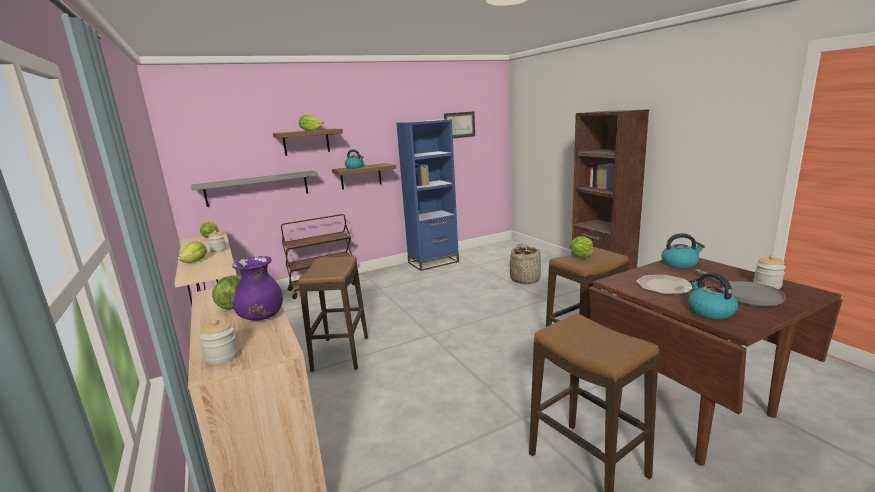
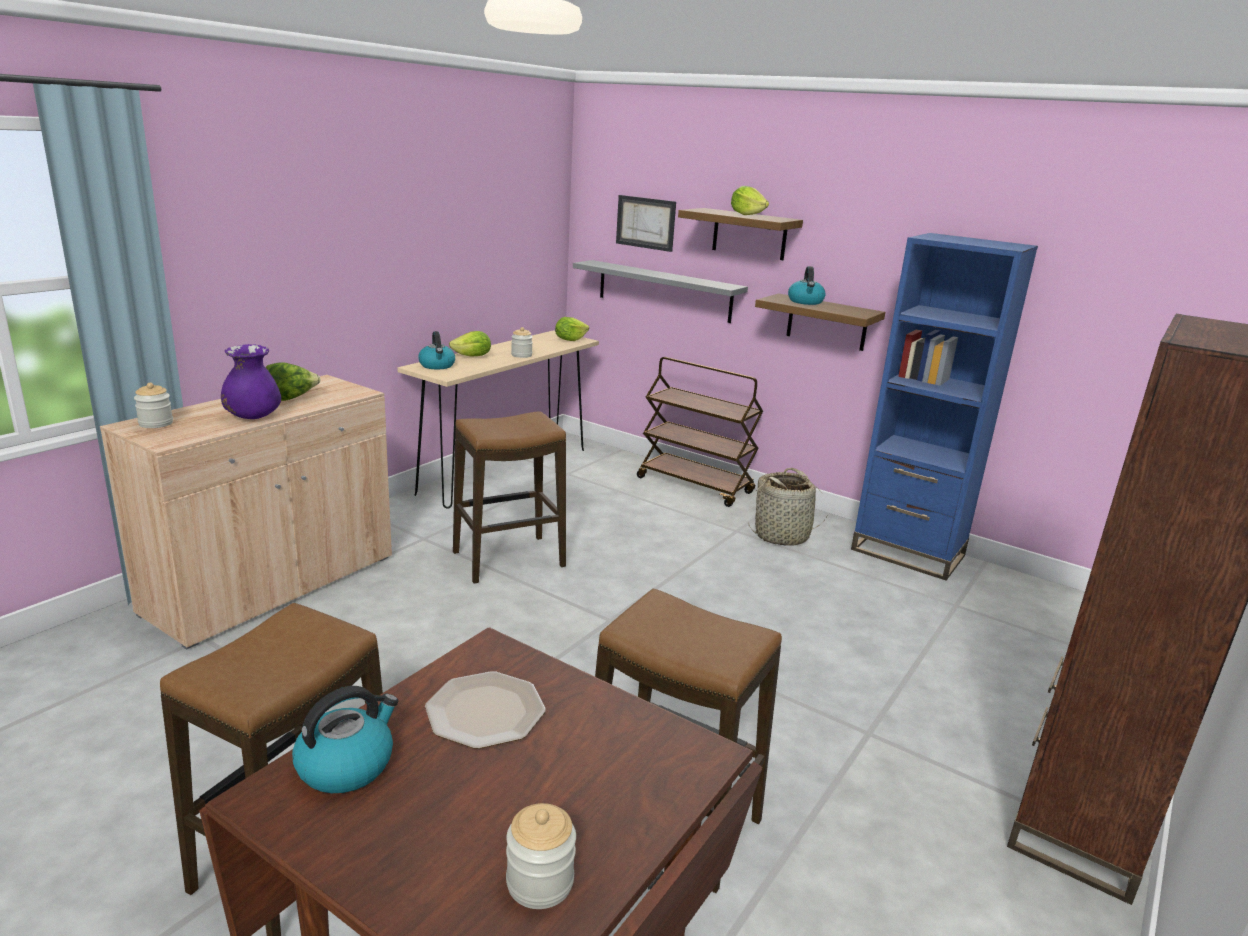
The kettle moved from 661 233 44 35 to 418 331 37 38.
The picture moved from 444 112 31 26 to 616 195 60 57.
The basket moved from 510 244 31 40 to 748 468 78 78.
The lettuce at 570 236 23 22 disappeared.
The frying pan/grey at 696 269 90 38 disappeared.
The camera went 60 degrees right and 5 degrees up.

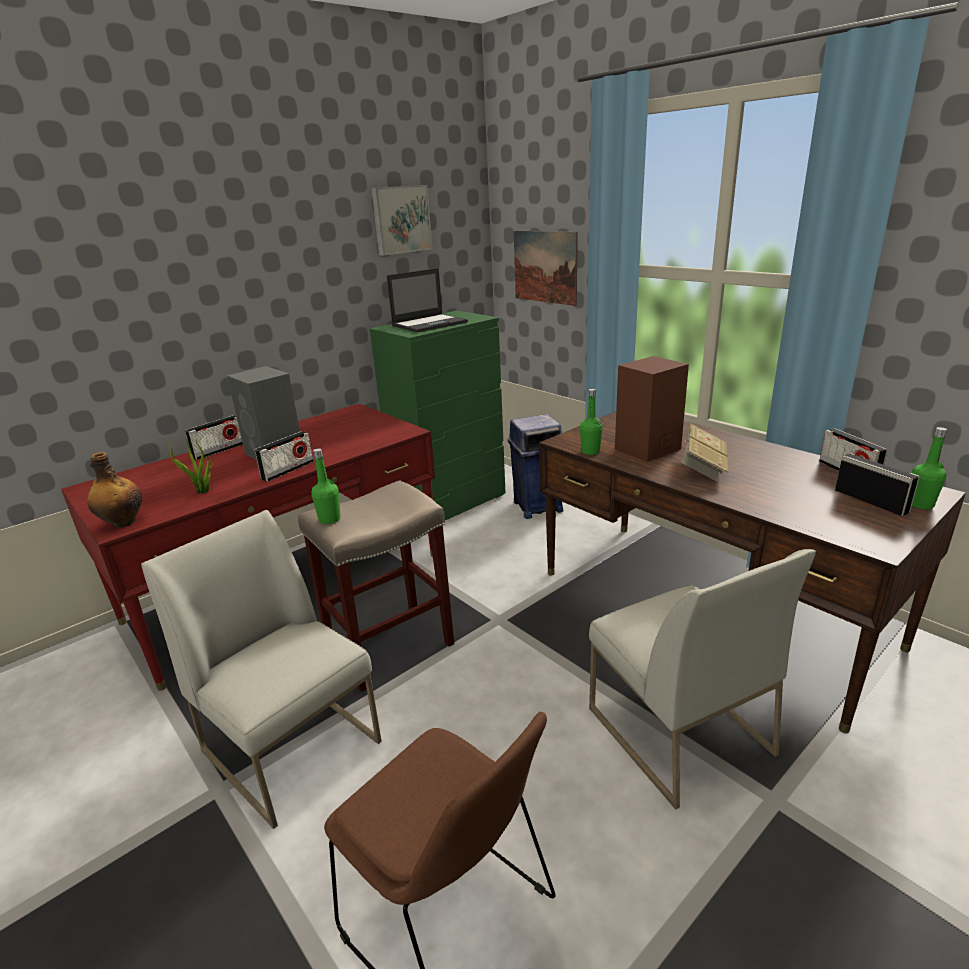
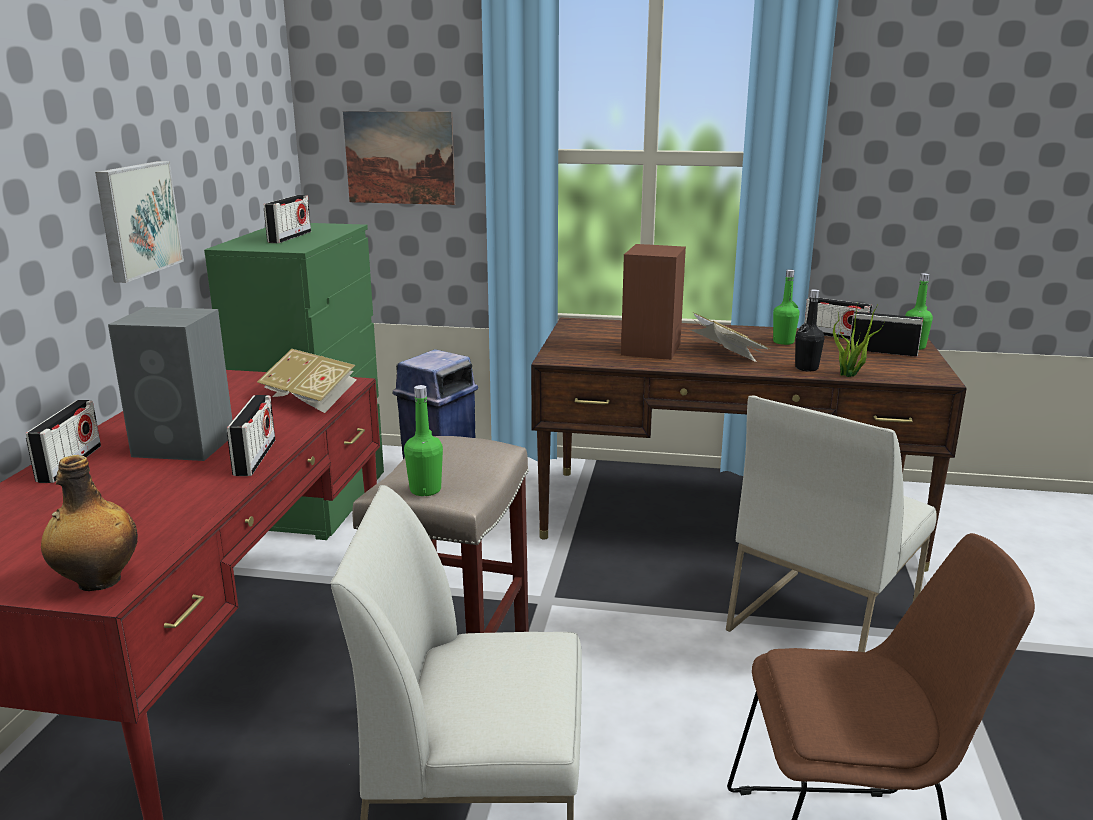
The picture moved from 371 185 61 71 to 95 161 89 122.
The book at 257 349 99 64 appeared.
The laptop at 387 268 81 65 was replaced by the radio at 264 195 47 48.
The chair/white at 589 549 227 261 turned 105 degrees clockwise.
The bottle/green moved from 580 389 23 66 to 773 269 27 76.
The bottle/black at 795 289 29 82 appeared.
The potted plant moved from 165 433 50 61 to 833 306 52 71.
The camera went 40 degrees left and 5 degrees down.

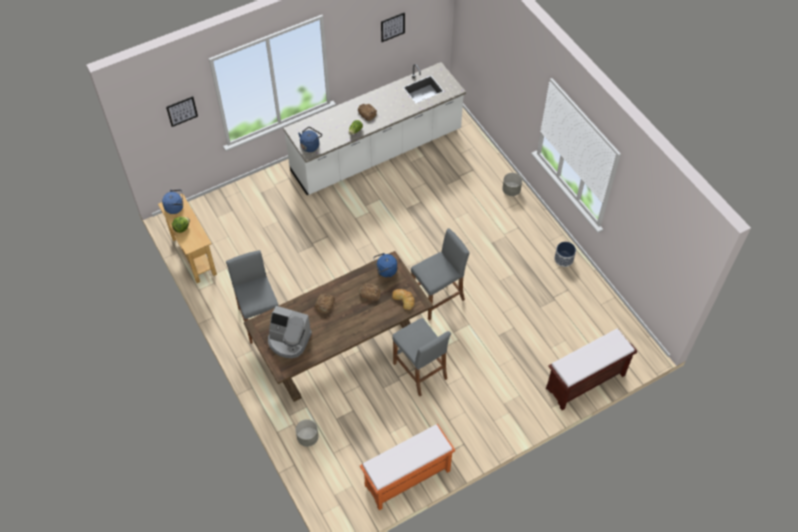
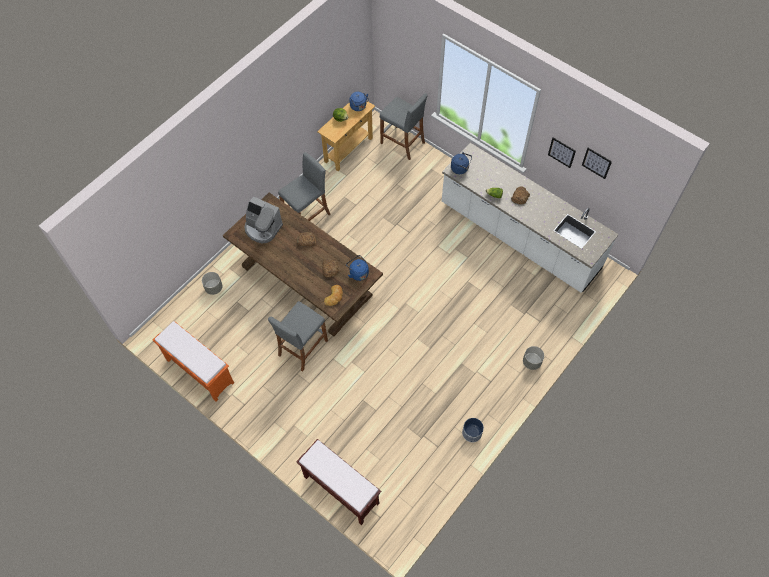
The coffee machine at 268 306 44 52 turned 60 degrees counterclockwise.
The stool/grey moved from 411 228 59 92 to 380 93 48 67.
The picture moved from 166 96 32 31 to 548 138 28 30.
The camera went 70 degrees right and 5 degrees up.

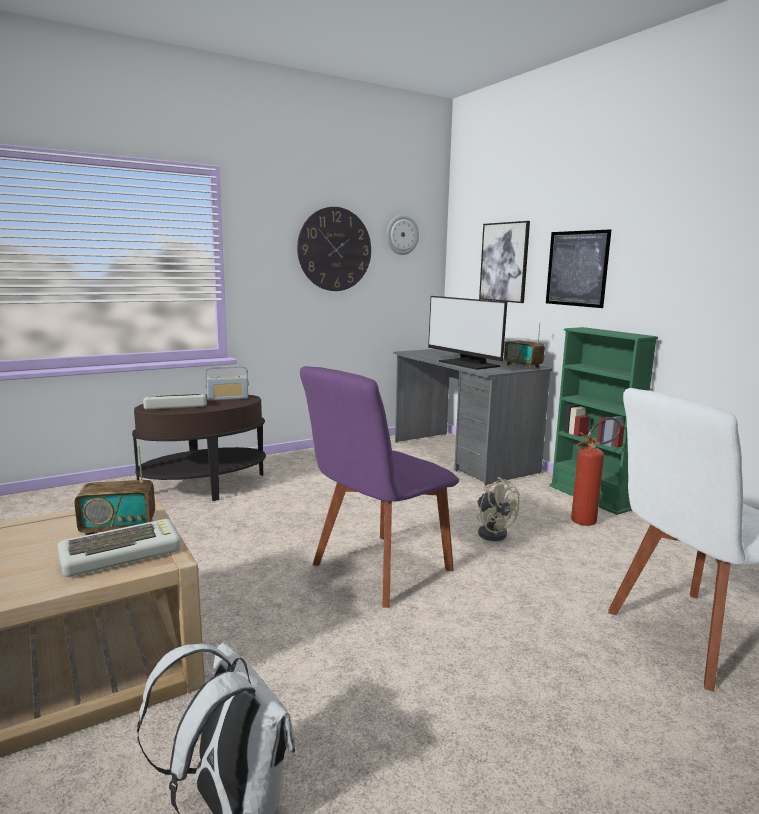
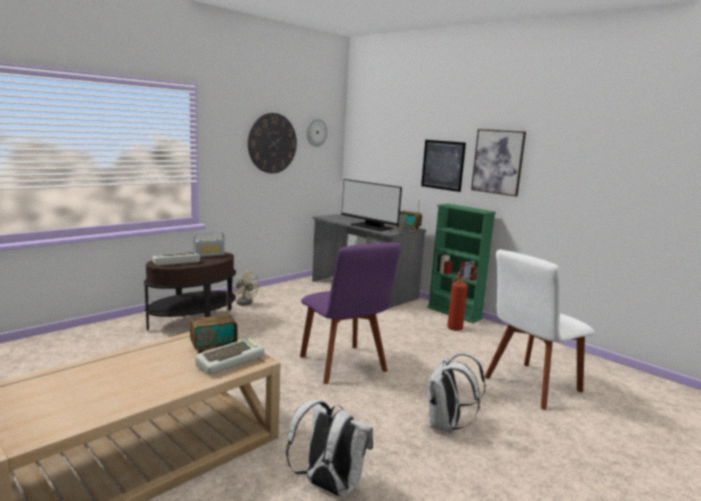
The fan/beige moved from 477 477 43 64 to 234 270 25 35.
The chair/purple at 300 366 159 242 turned 60 degrees counterclockwise.
The backpack/white at 427 353 59 80 appeared.
The picture moved from 479 221 51 82 to 471 129 55 68.
The camera went 15 degrees left and 0 degrees up.

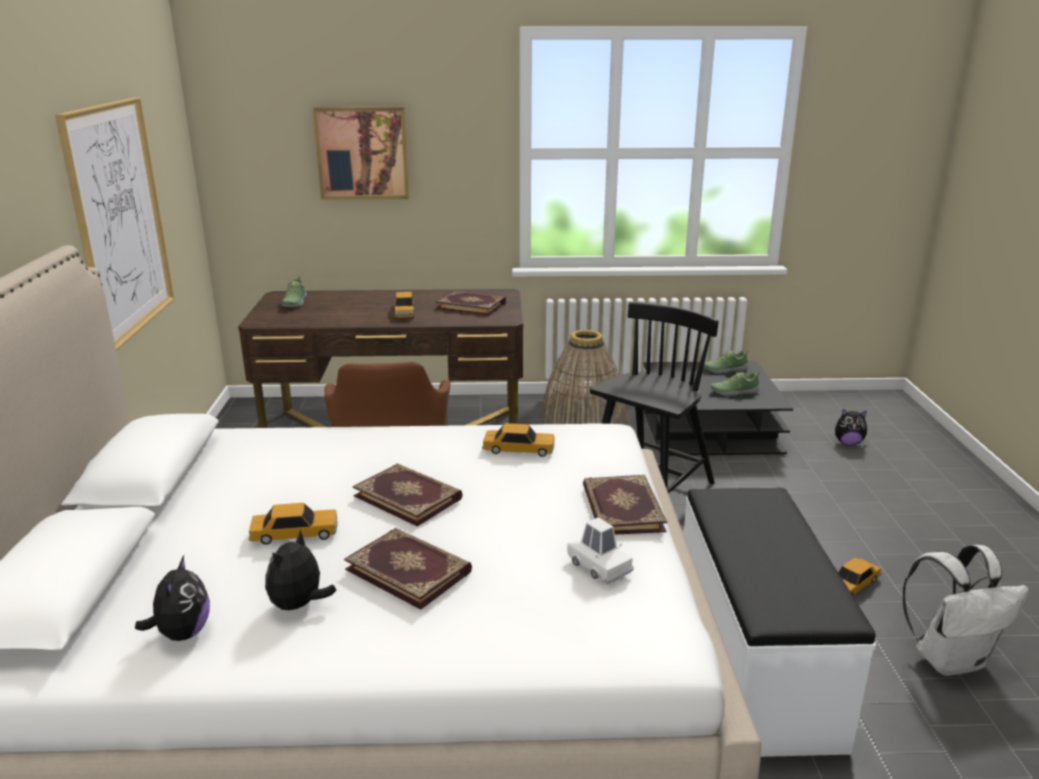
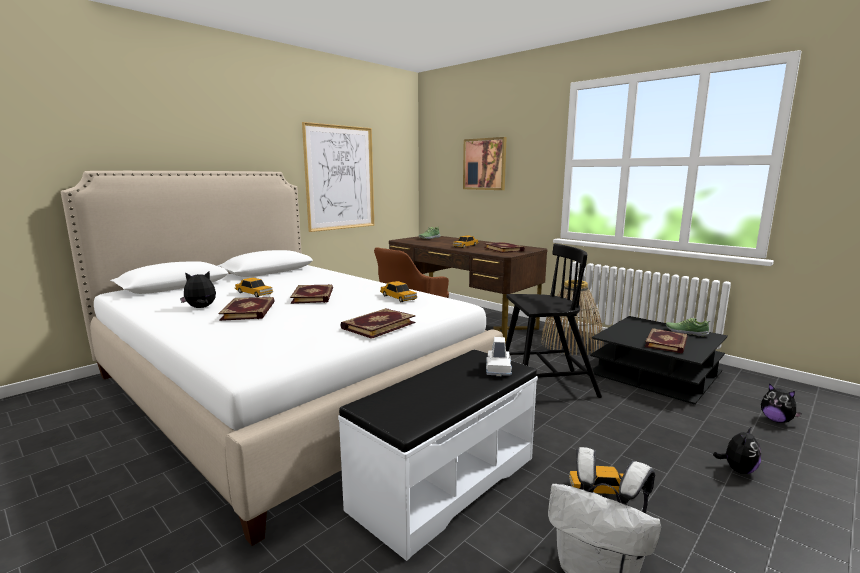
The toy car/white moved from 567 517 67 68 to 486 337 26 39.
The shoe at 710 372 50 24 was replaced by the book at 645 328 43 25.
The plush toy moved from 135 555 75 86 to 713 426 48 48.
The camera went 45 degrees right and 10 degrees down.

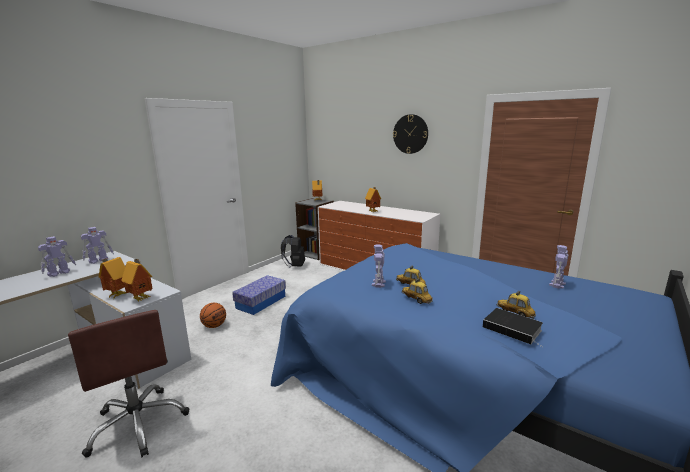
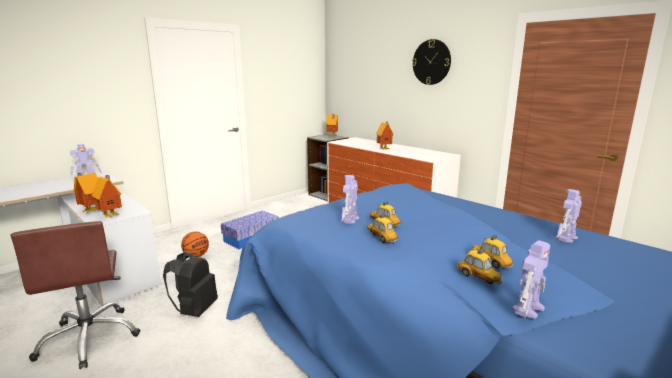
The backpack/black moved from 281 235 24 32 to 163 252 55 65.
The book at 483 308 60 39 was replaced by the toy car at 457 248 45 36.
The toy robot moved from 38 236 38 41 to 512 240 38 79.
The camera went 10 degrees right and 0 degrees up.

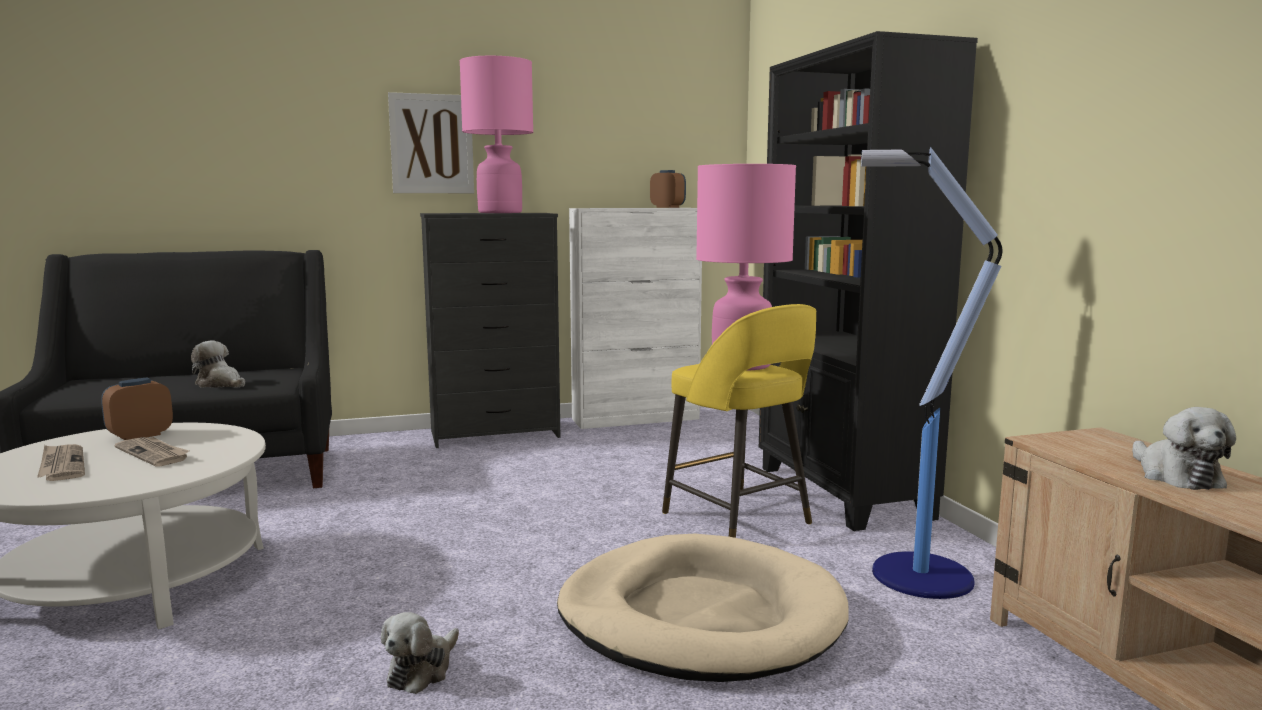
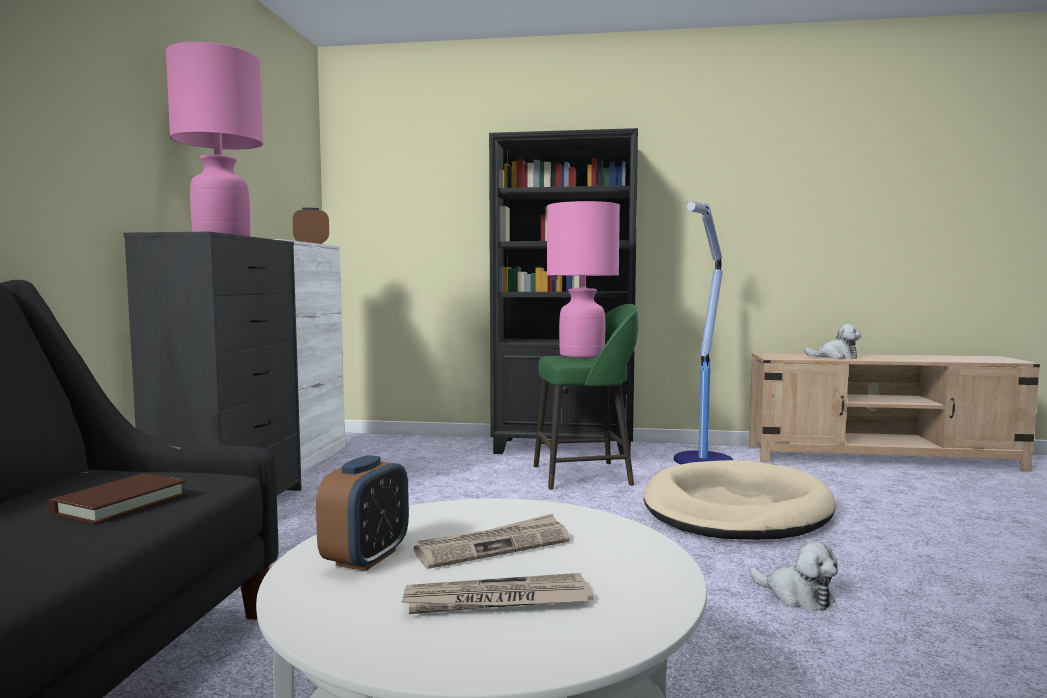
The plush toy at 191 340 54 48 was replaced by the book/brown at 49 473 138 52.
The alarm clock at 101 378 72 62 turned 135 degrees counterclockwise.
The stool/yellow at 662 304 154 234 became the stool/green at 534 304 104 186.
The picture at 388 92 86 101 disappeared.
The camera went 65 degrees left and 5 degrees down.

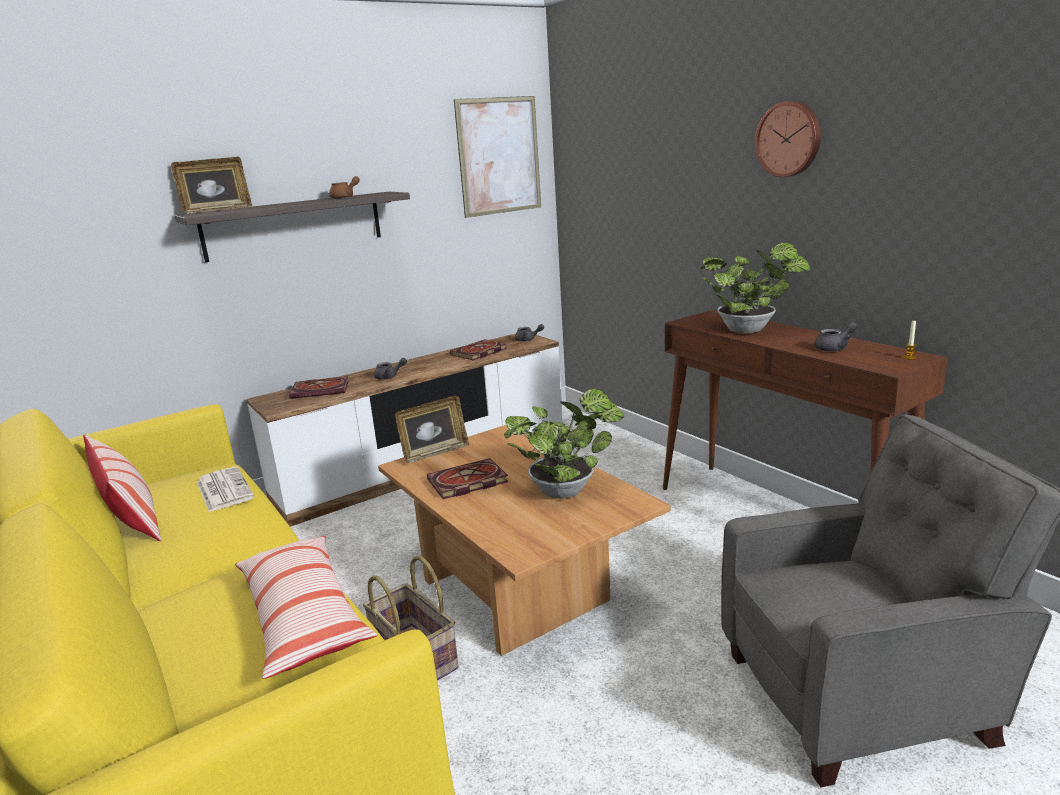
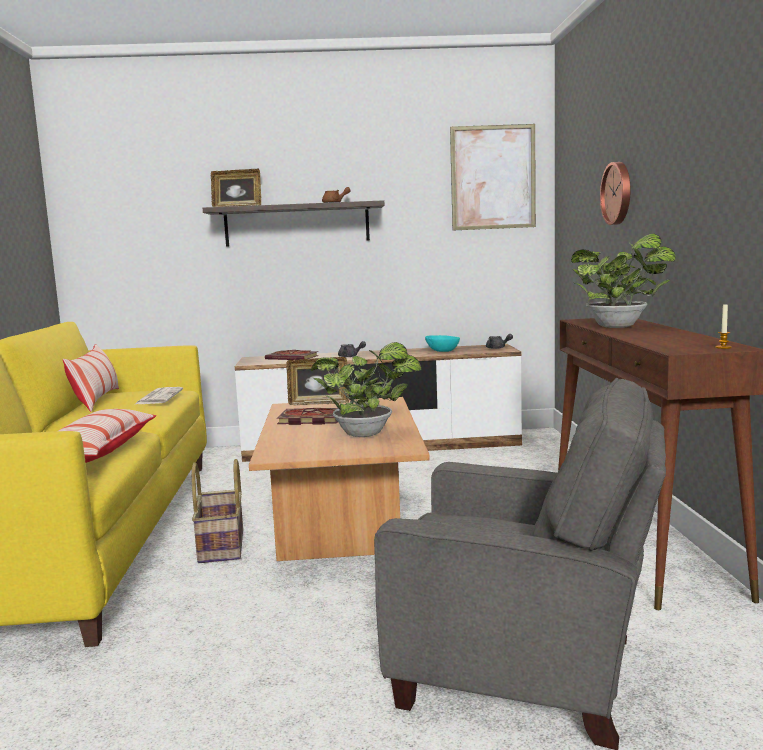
The book at 450 339 57 21 was replaced by the bowl/turquoise at 425 335 35 17.
The wall clock moved from 755 101 66 76 to 600 162 31 63.
The teapot/grey at 814 322 44 30 disappeared.
The camera went 30 degrees right and 10 degrees down.

